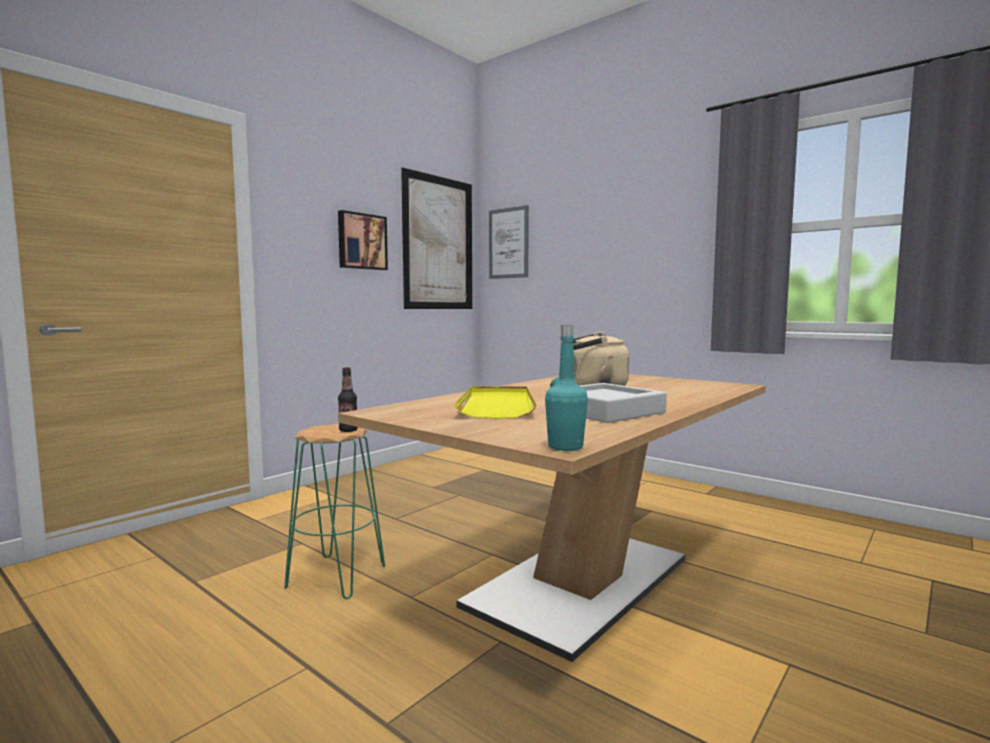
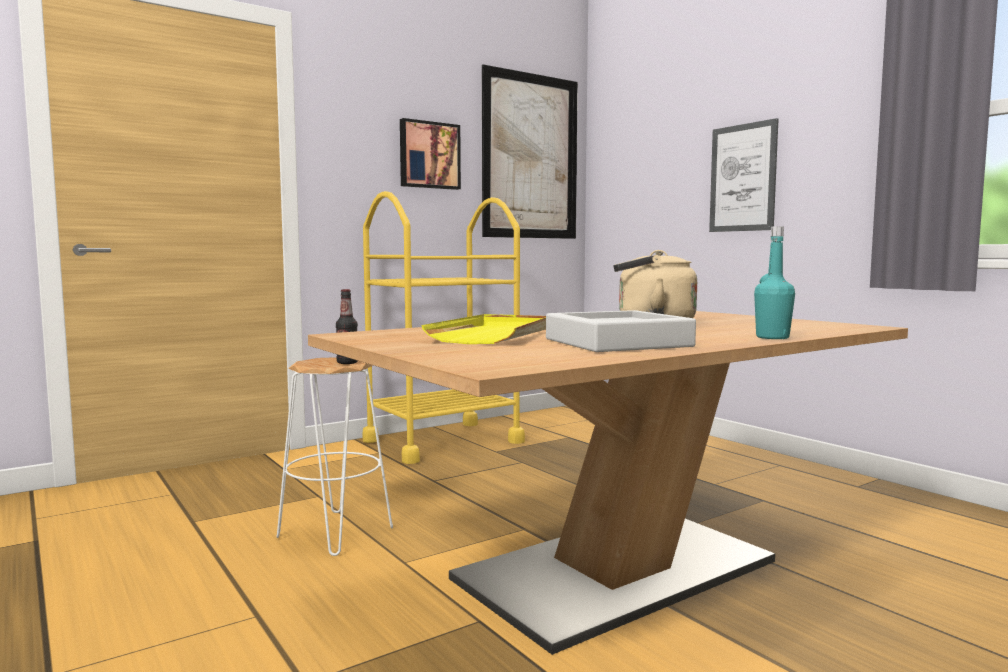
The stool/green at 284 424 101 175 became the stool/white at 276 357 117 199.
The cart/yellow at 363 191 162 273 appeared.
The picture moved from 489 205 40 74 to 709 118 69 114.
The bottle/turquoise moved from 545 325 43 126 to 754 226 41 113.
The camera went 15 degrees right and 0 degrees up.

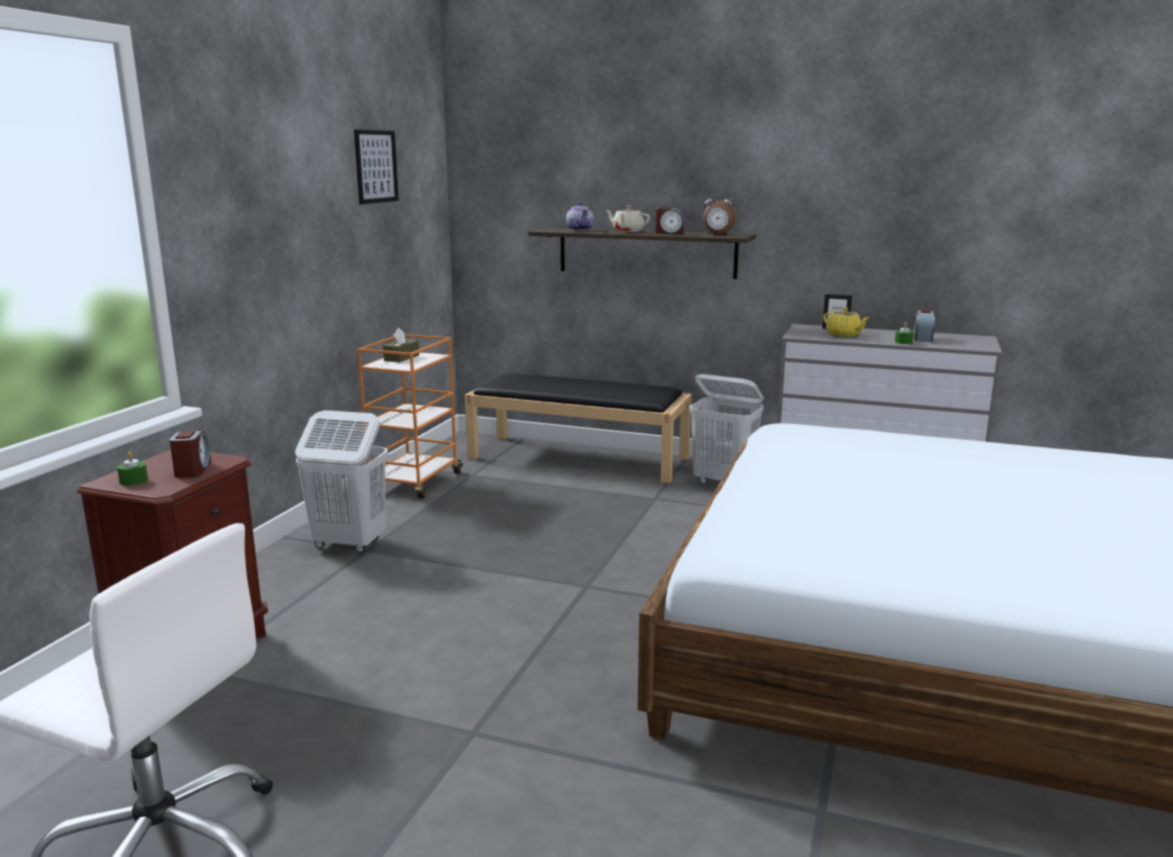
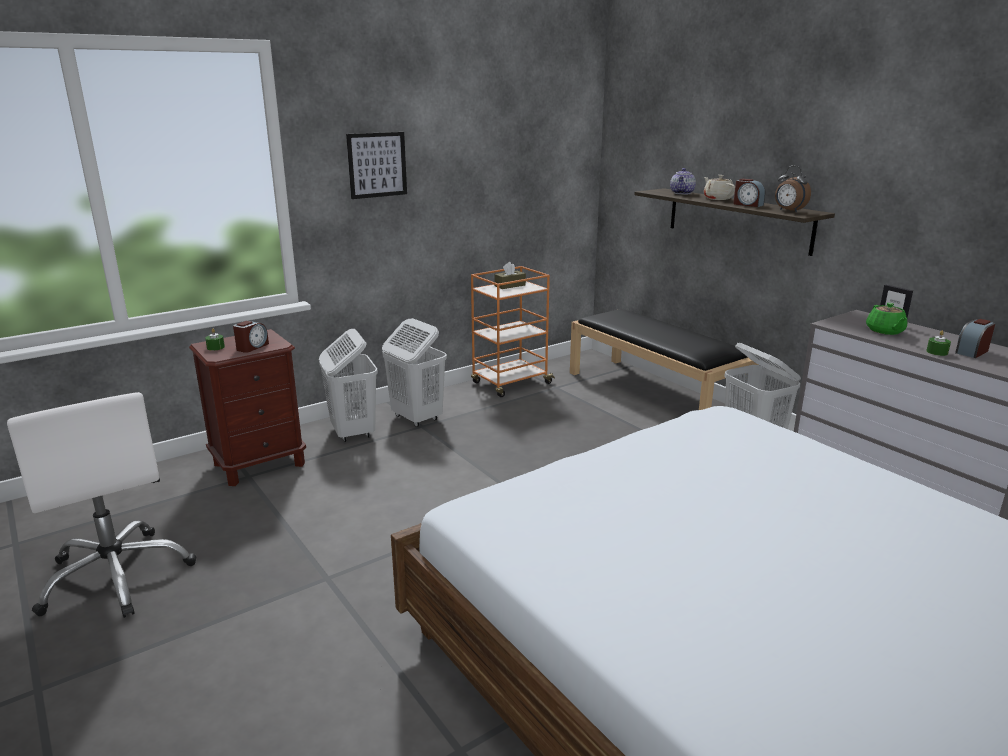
The laundry basket/white at 319 329 59 113 appeared.
The picture moved from 354 130 45 74 to 346 132 61 67.
The teapot/yellow at 823 308 46 29 became the teapot/green at 866 303 41 32.
The camera went 35 degrees right and 5 degrees up.

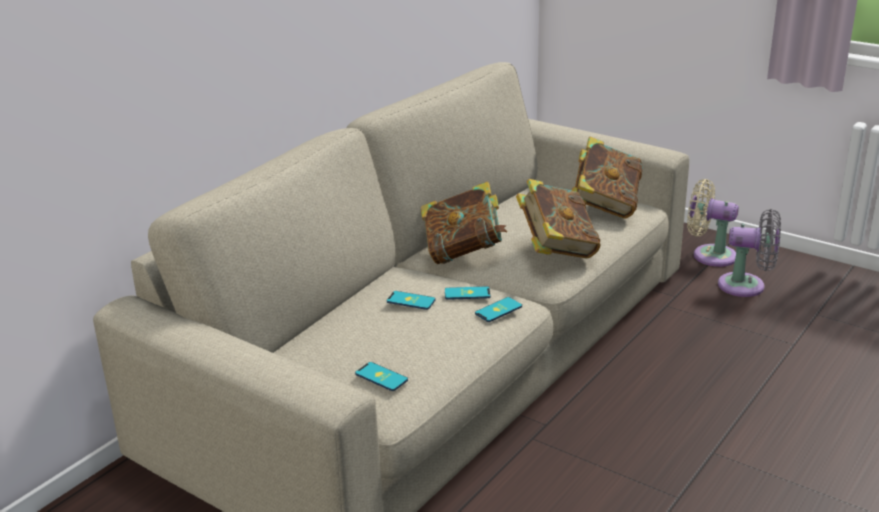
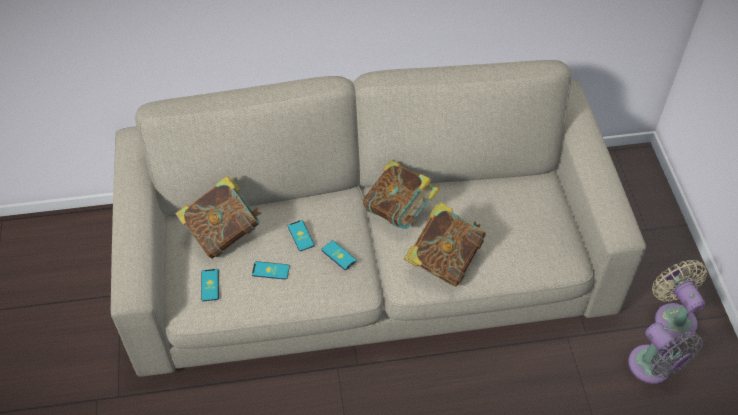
The book moved from 572 137 71 81 to 175 176 87 83.
The phone moved from 475 297 47 25 to 252 261 38 19.
The camera went 45 degrees right and 25 degrees up.

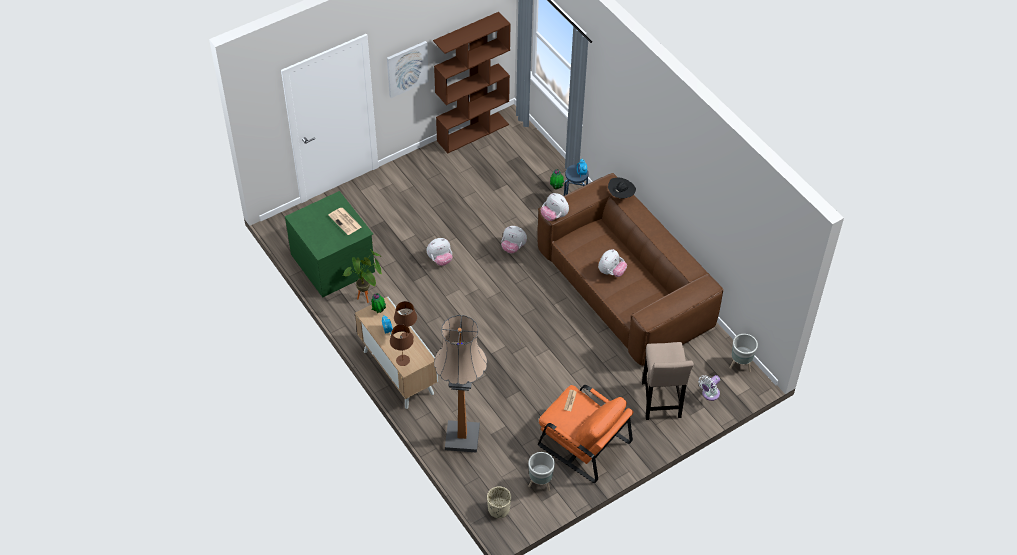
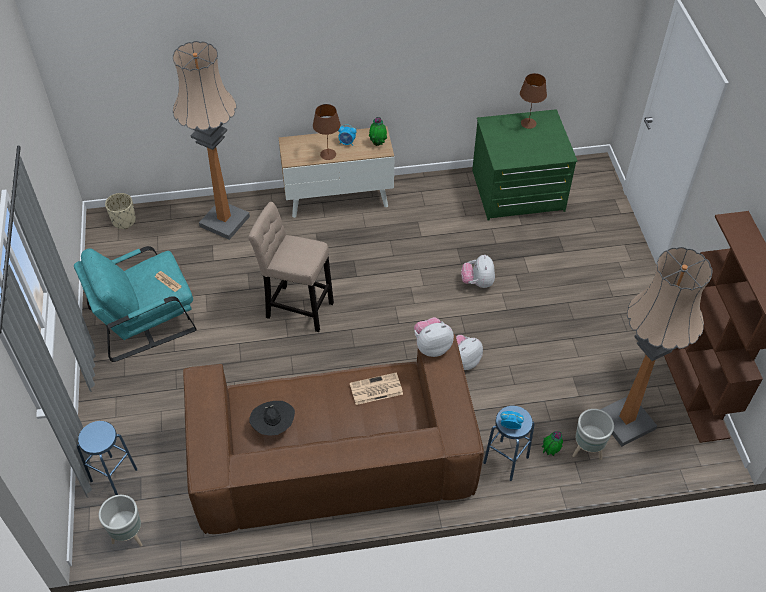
The armchair/orange at 538 385 95 98 became the armchair/turquoise at 74 246 123 116.
The fan/white at 698 375 22 26 was replaced by the stool/blue at 77 421 60 74.
The stool/beige moved from 642 342 52 78 to 248 202 86 130.
The hat/black moved from 608 178 28 21 to 249 401 46 35.
The newspaper moved from 328 208 33 27 to 350 372 53 33.
The table lamp/brown moved from 390 324 23 42 to 520 73 27 56.
The planter/grey moved from 528 452 27 39 to 572 409 42 51.
The floor lamp at 600 247 112 200 appeared.
The potted plant at 343 249 39 54 disappeared.
The picture at 387 41 42 57 disappeared.
The plush toy at 598 249 29 28 disappeared.
The camera went 115 degrees right and 0 degrees up.

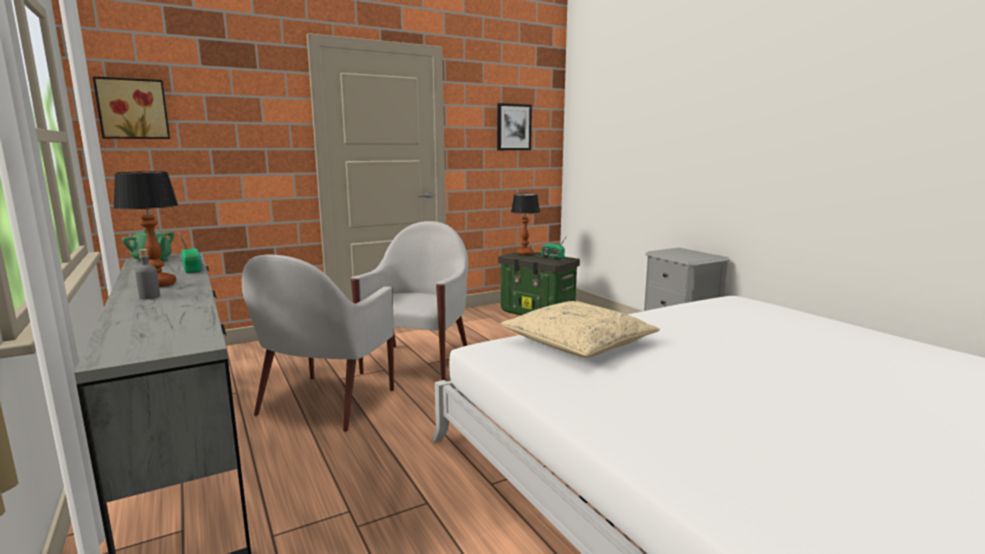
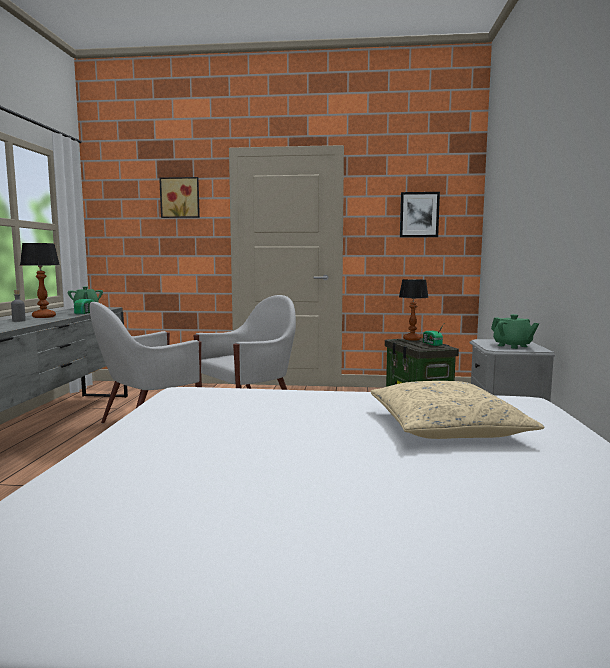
The picture moved from 93 76 77 63 to 159 177 41 41.
The pillow/beige moved from 501 301 159 56 to 371 381 173 58.
The teapot/green at 491 314 48 35 appeared.
The camera went 35 degrees right and 5 degrees down.

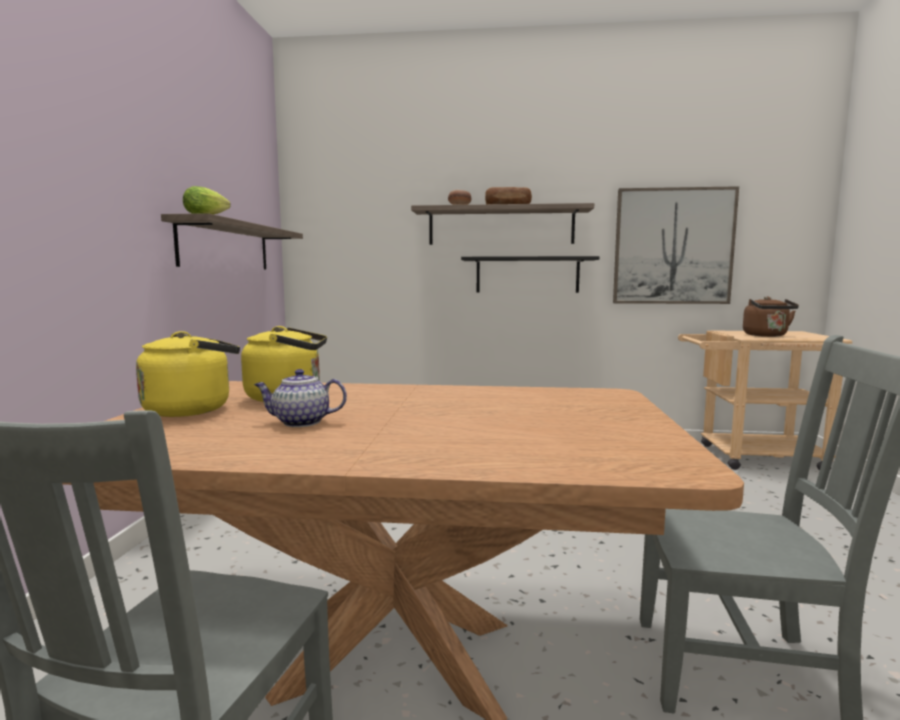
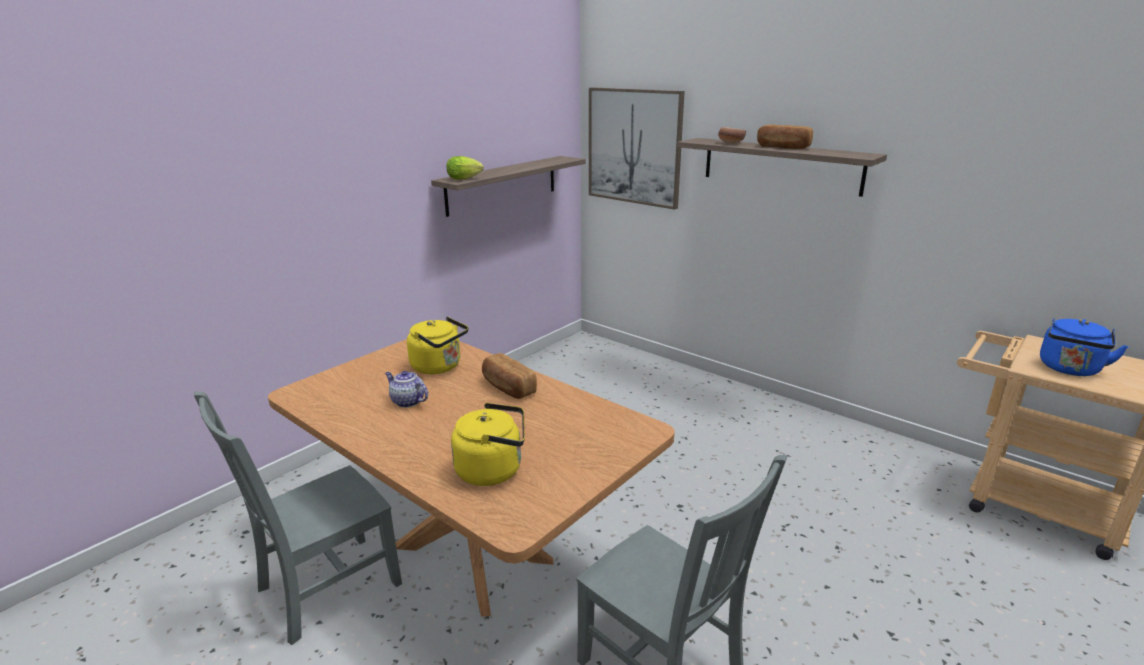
The kettle/yellow moved from 136 331 104 86 to 451 403 74 83.
The bread at 482 353 55 46 appeared.
The picture moved from 613 186 126 118 to 589 87 96 123.
The kettle/brown at 743 297 56 40 became the kettle/blue at 1040 318 89 58.
The shelf/black at 461 256 139 37 disappeared.
The camera went 35 degrees right and 15 degrees up.

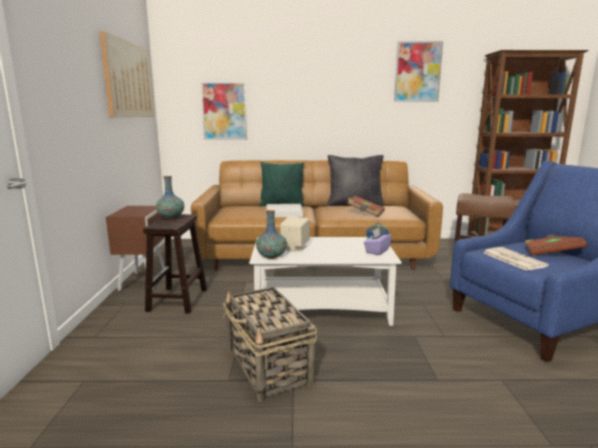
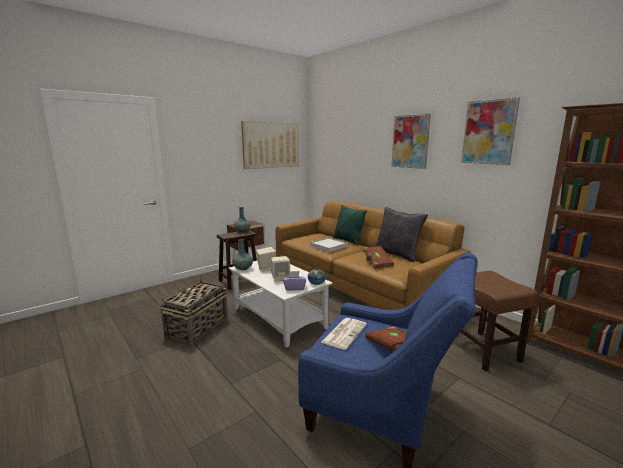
The speaker/beige at 271 256 19 26 appeared.
The picture moved from 201 82 46 58 to 392 114 39 55.
The camera went 50 degrees right and 0 degrees up.

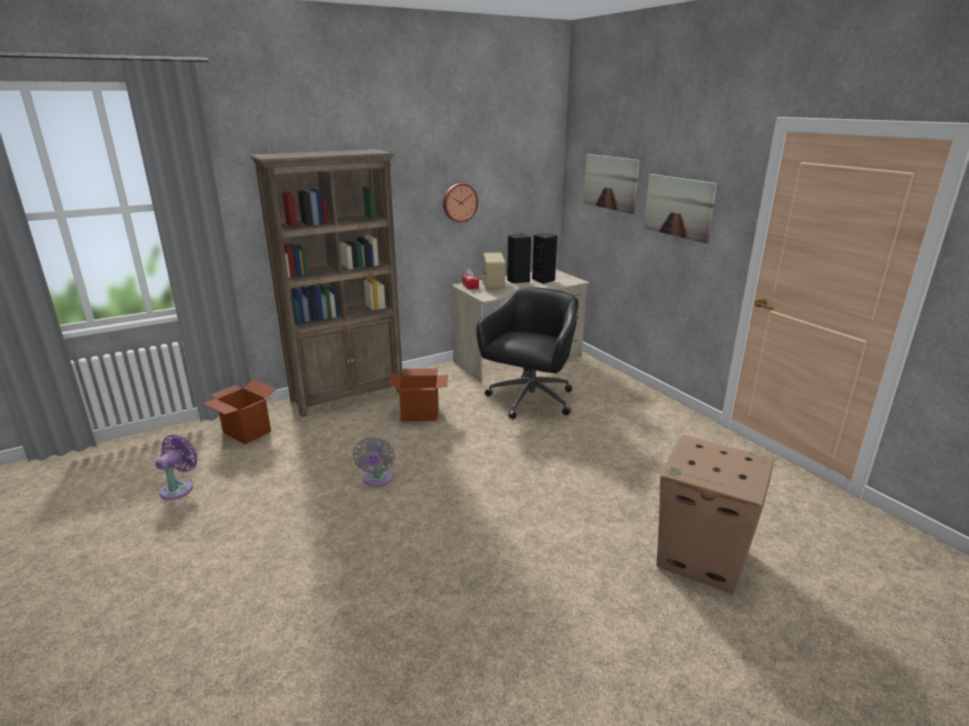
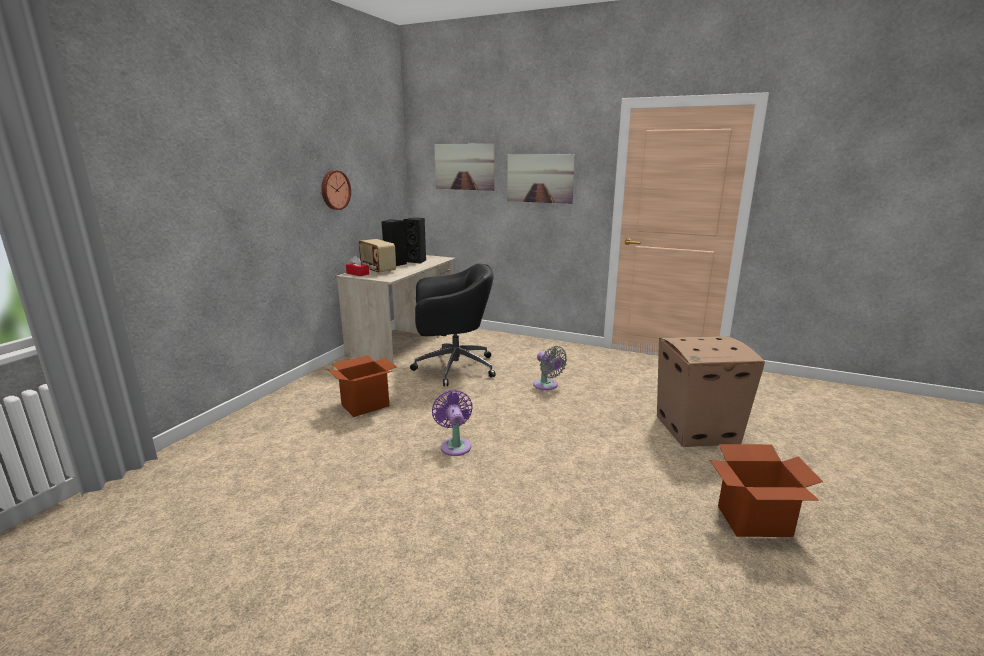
The office chair/black at 476 287 103 132 turned 90 degrees clockwise.
The fan/purple moved from 155 435 43 65 to 432 390 41 66.
The fan/grey moved from 353 437 42 49 to 533 346 34 44.
The cardboard box moved from 202 380 74 64 to 710 444 113 93.
The bookcase/brown at 250 149 152 268 disappeared.
The camera went 35 degrees left and 5 degrees down.

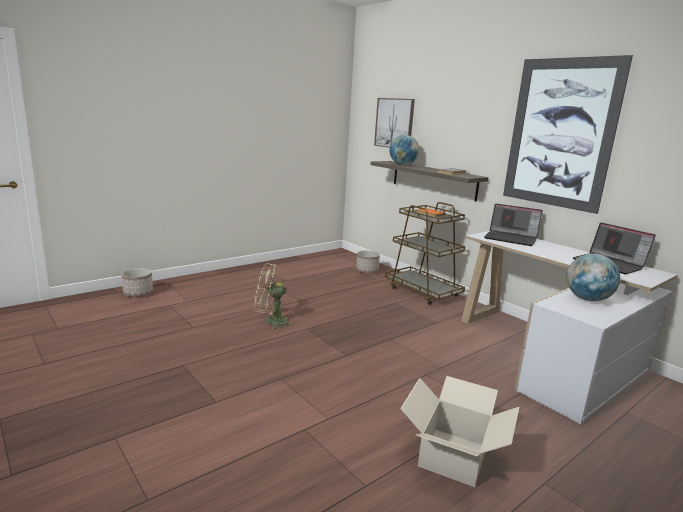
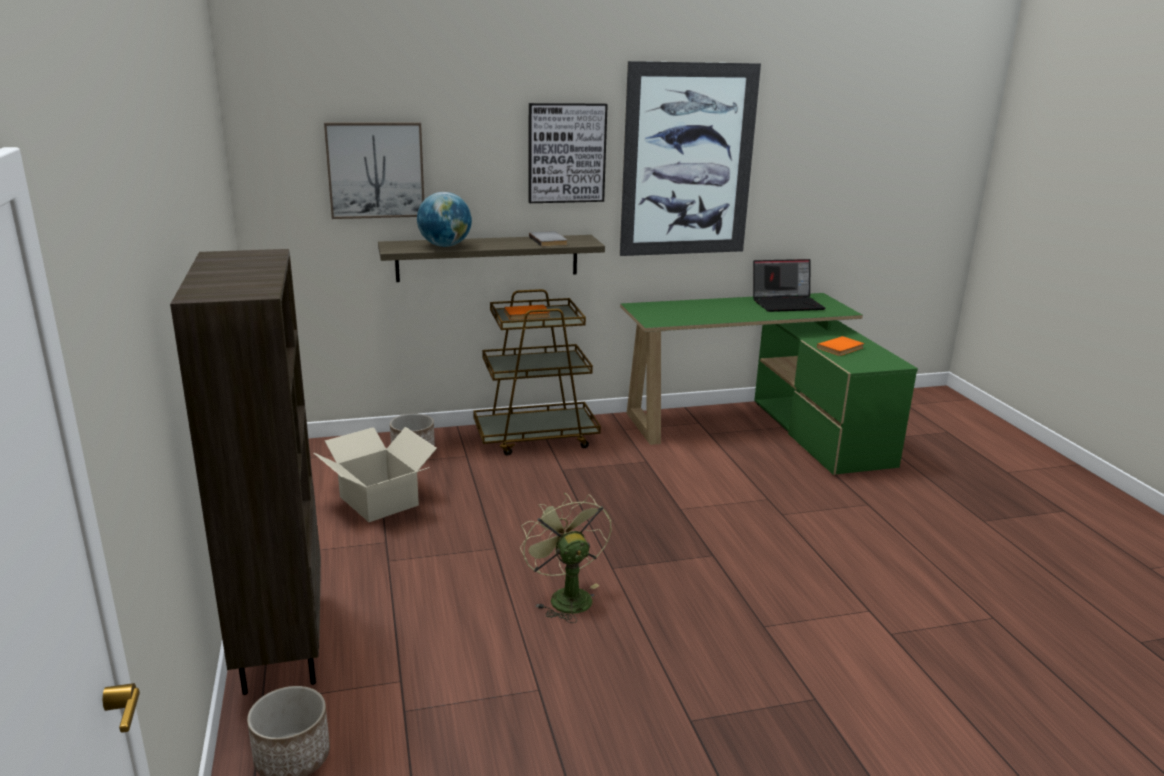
The bookcase/brown at 170 249 151 446 appeared.
The cardboard box moved from 400 376 119 111 to 314 427 123 95.
The fan/green at 255 263 39 67 turned 135 degrees clockwise.
The picture at 528 103 80 100 appeared.
The desk/white at 461 231 217 193 became the desk/green at 620 293 298 182.
The globe at 566 254 54 47 was replaced by the book/orange at 817 336 47 20.
The laptop at 484 203 59 43 disappeared.
The camera went 65 degrees left and 5 degrees up.

